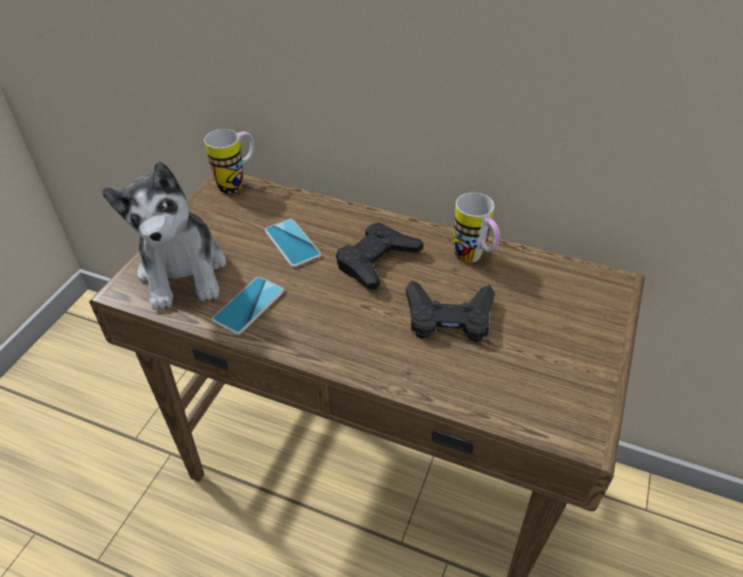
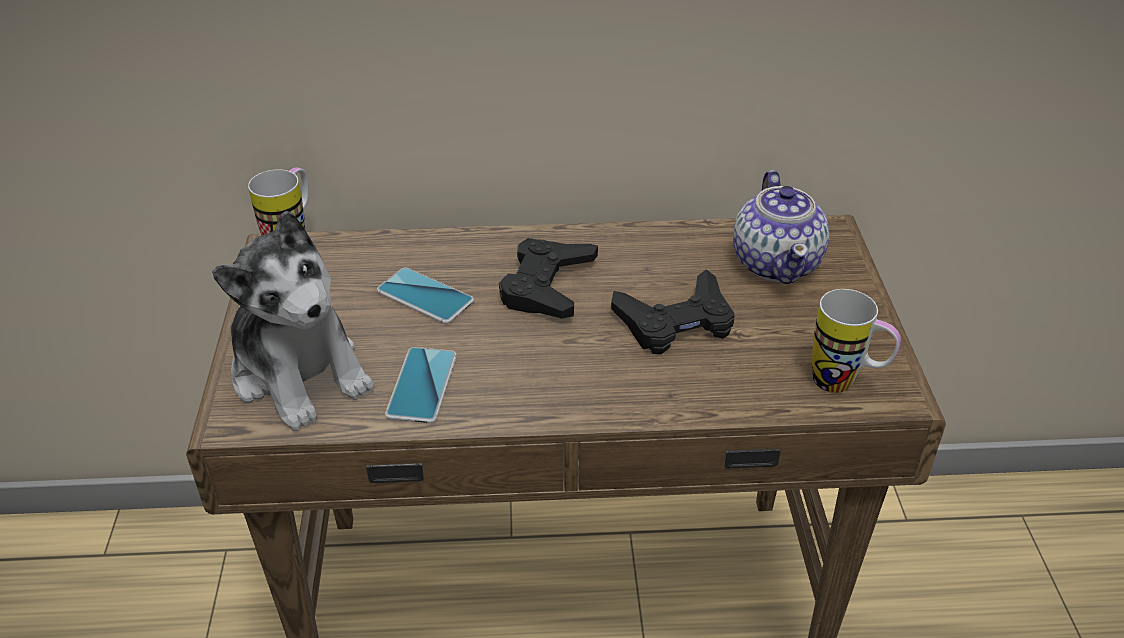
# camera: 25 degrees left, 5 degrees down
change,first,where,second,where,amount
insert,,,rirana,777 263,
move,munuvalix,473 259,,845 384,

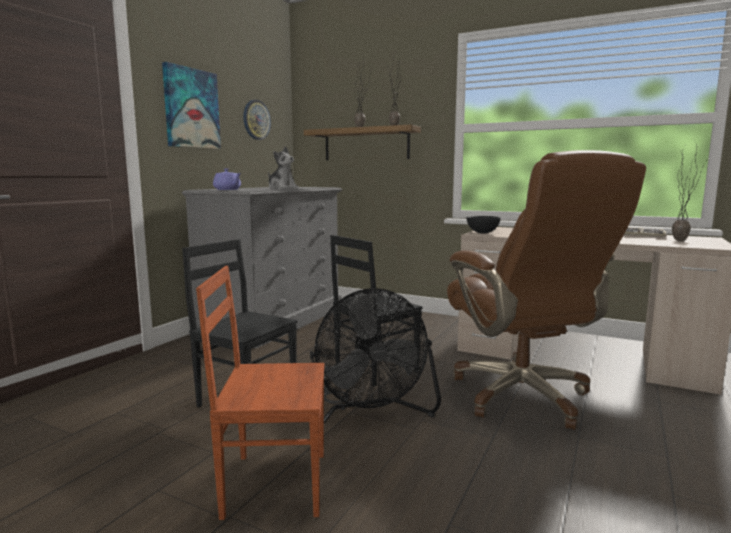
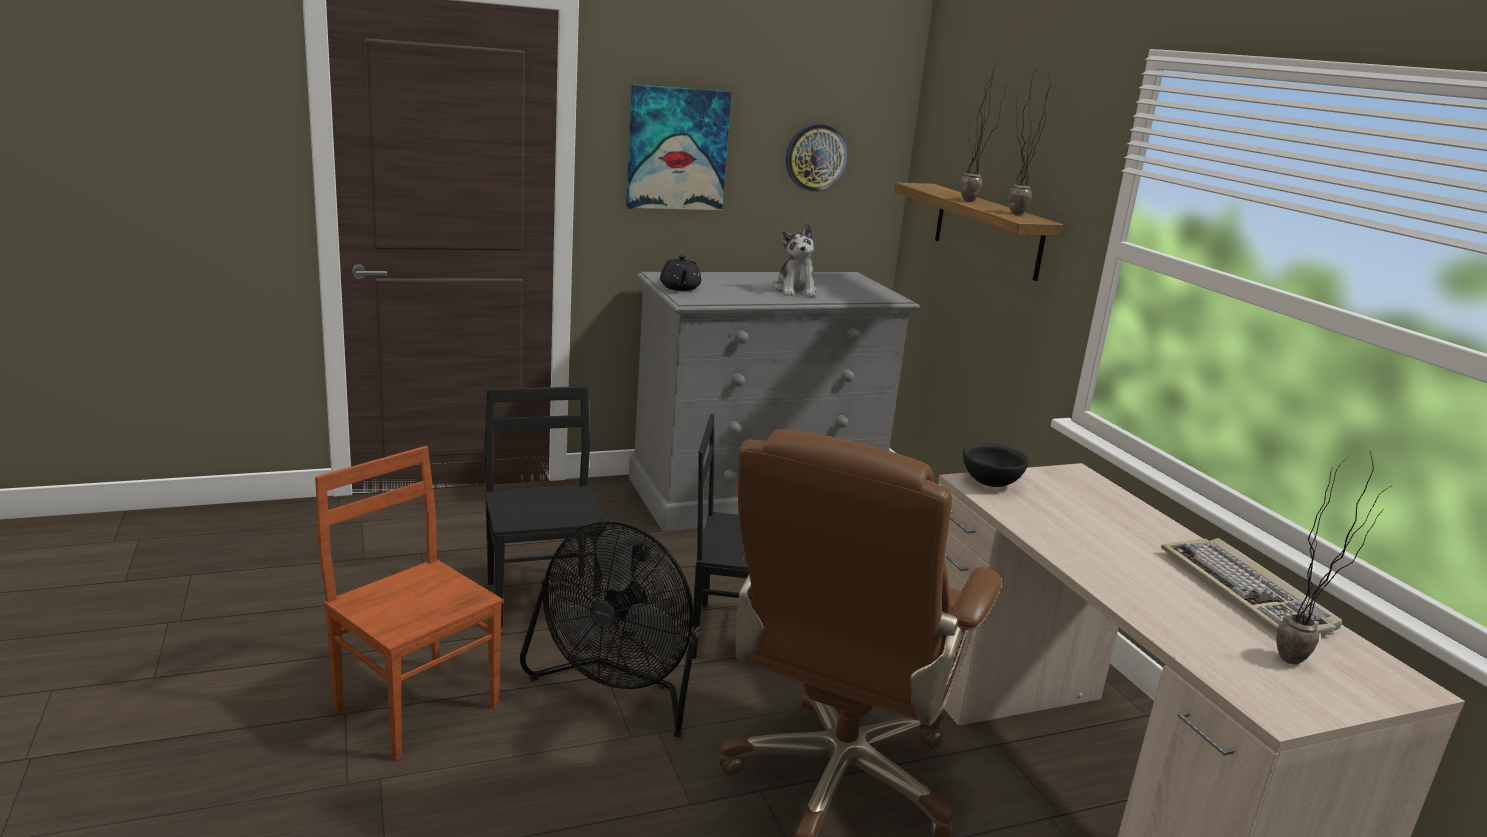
# camera: 40 degrees right, 10 degrees up
change,first,where,second,where,amount
recolor,purple rirana,227 190,black rirana,680 288,

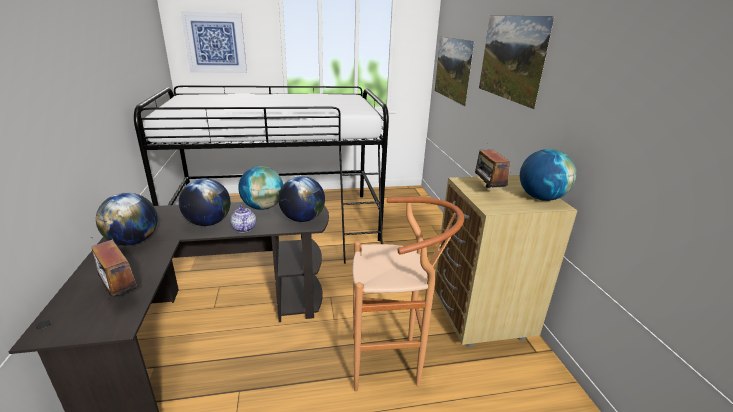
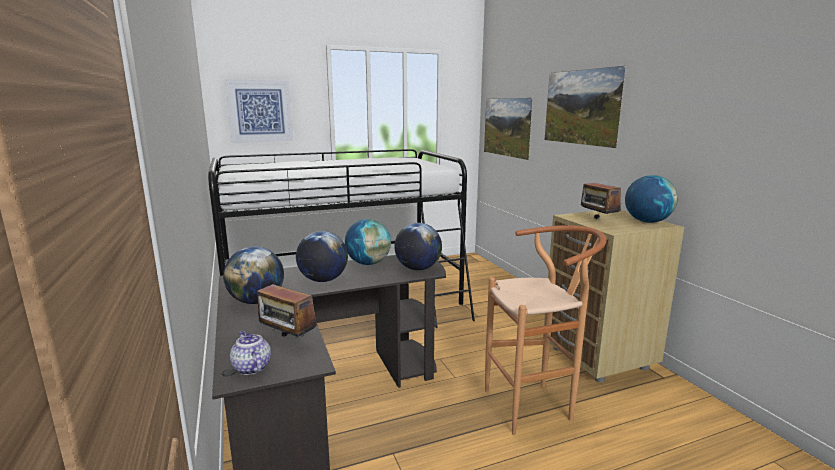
# camera: 10 degrees left, 10 degrees down
change,first,where,second,where,amount
move,rirana,244 228,,251 367,

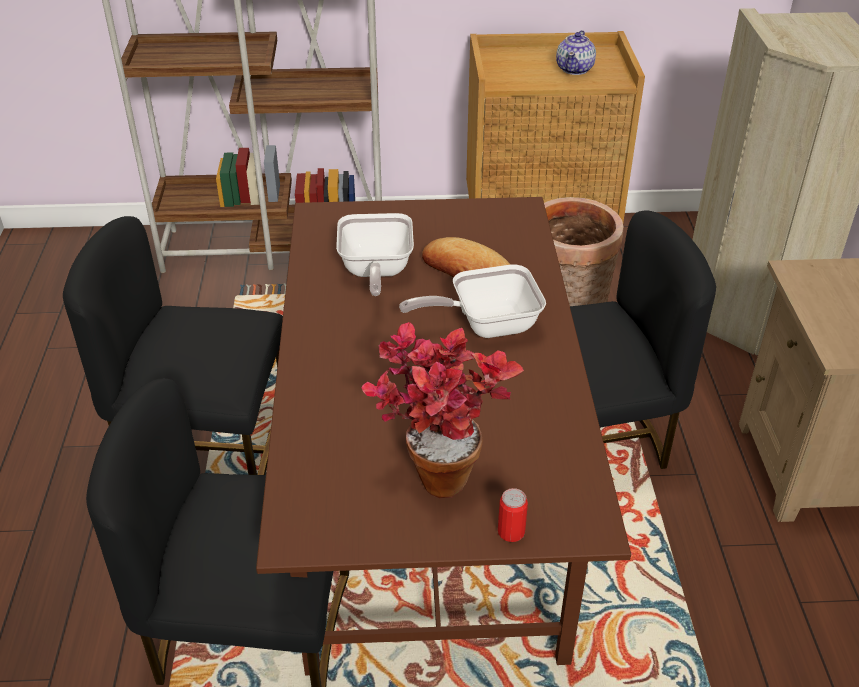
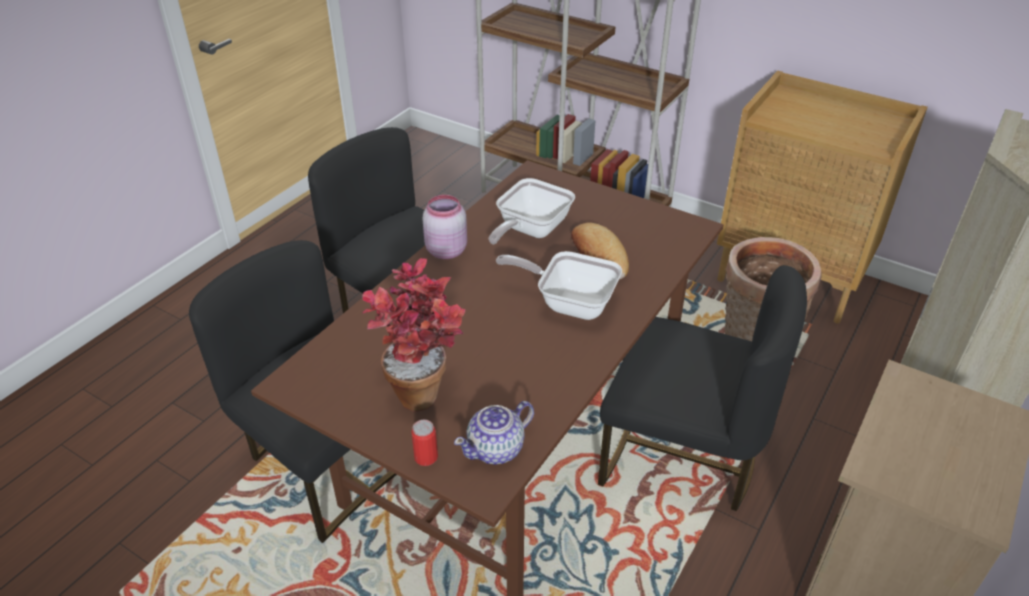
# camera: 35 degrees right, 0 degrees up
change,first,where,second,where,amount
insert,,,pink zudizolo,445 250,
move,rirana,575 69,,496 449,

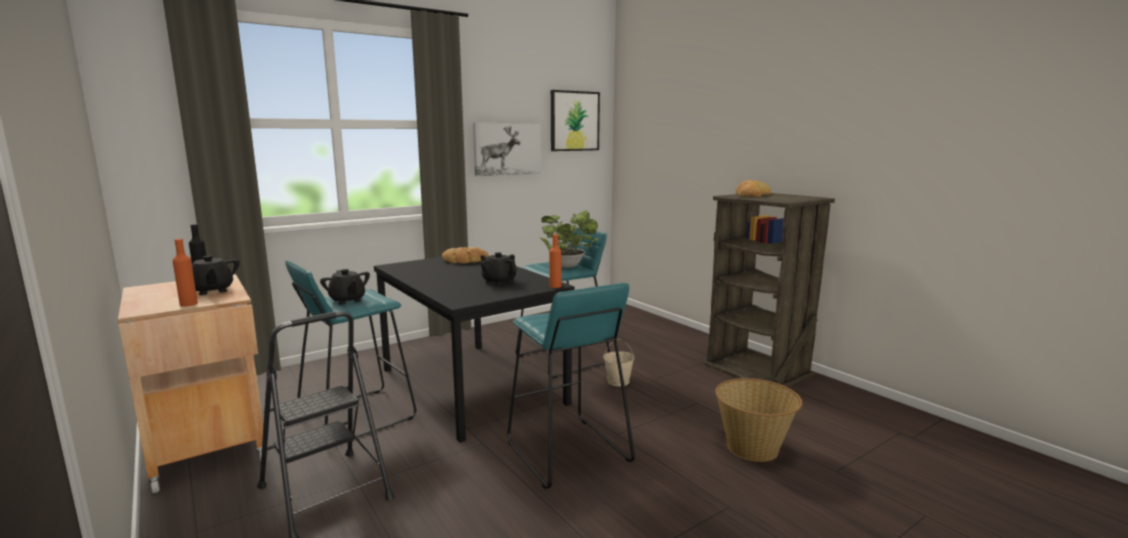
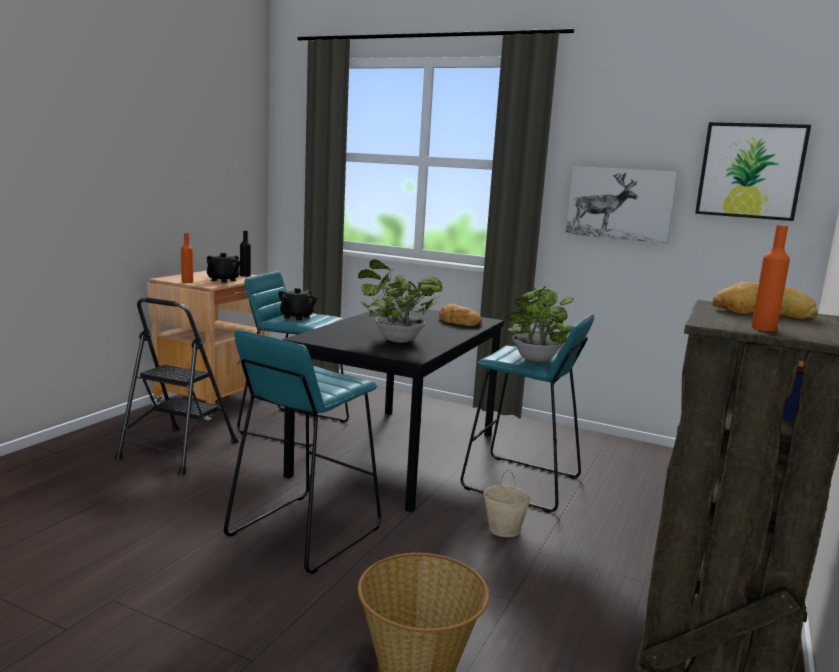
# camera: 60 degrees right, 0 degrees up
change,first,where,second,where,amount
move,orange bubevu,555 286,,763 328,
replace,black rirana,498 281,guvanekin,395 339,

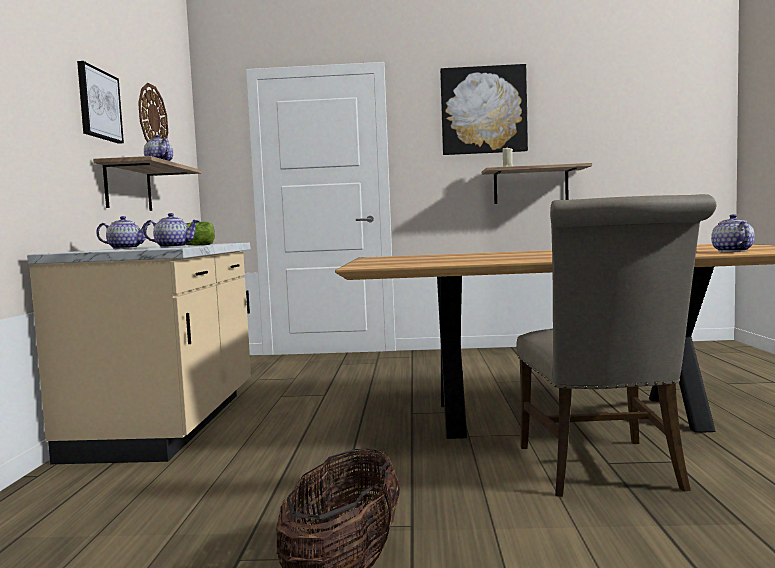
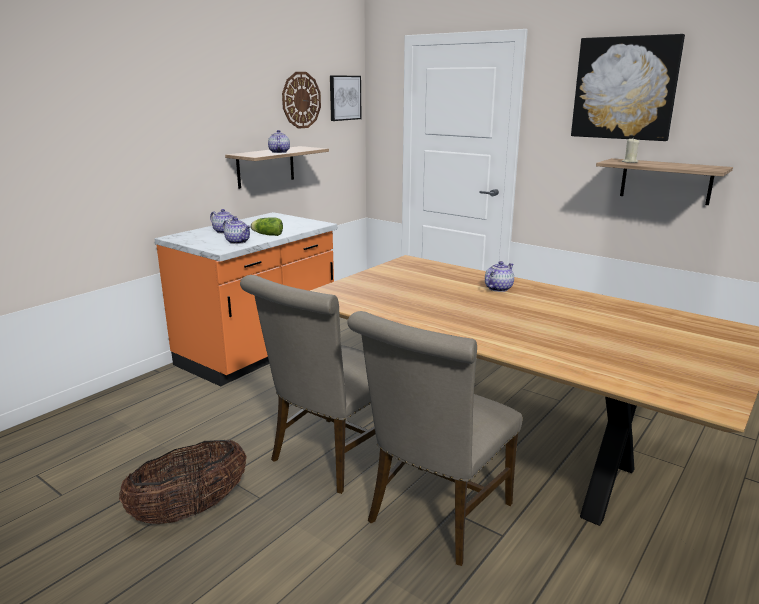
# camera: 35 degrees right, 15 degrees up
change,first,where,second,where,amount
insert,,,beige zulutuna,330 457,
move,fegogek,98 104,,344 98,
move,rirana,731 251,,498 288,
recolor,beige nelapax,170 424,orange nelapax,259 352,

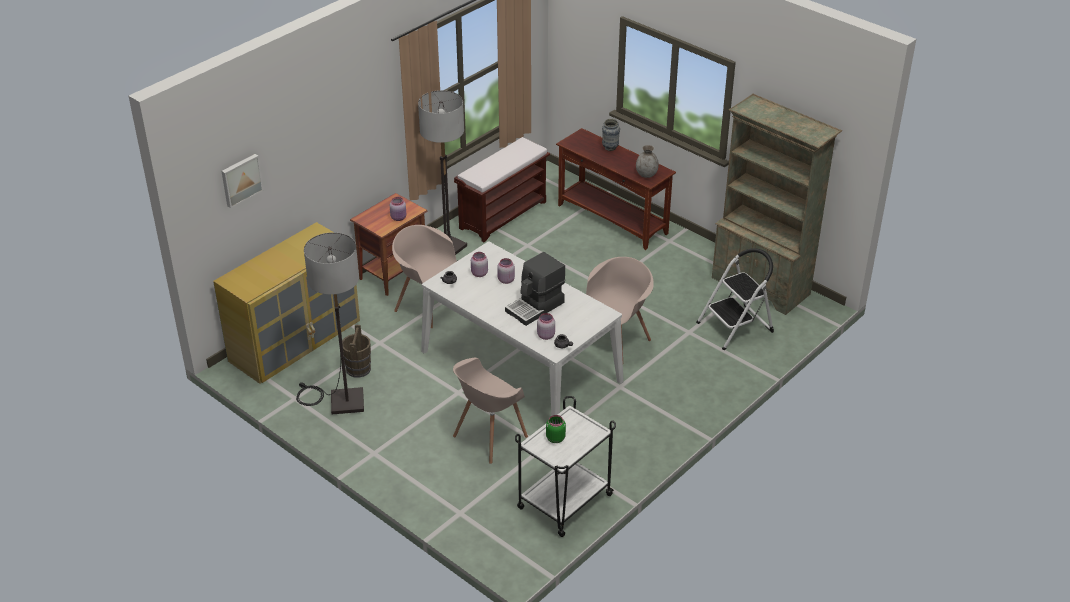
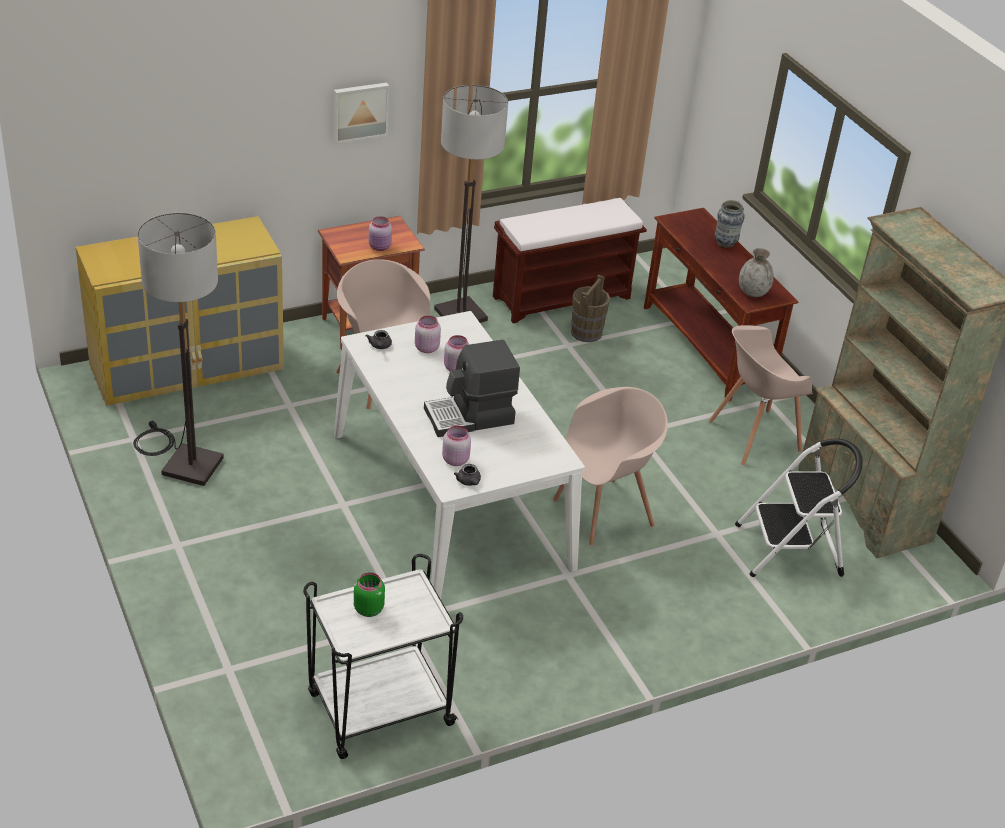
# camera: 20 degrees right, 0 degrees up
change,first,where,second,where,amount
move,fegogek,241 180,,360 111,
move,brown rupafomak,358 369,,586 332,
move,beige zulutuna,489 437,,753 437,

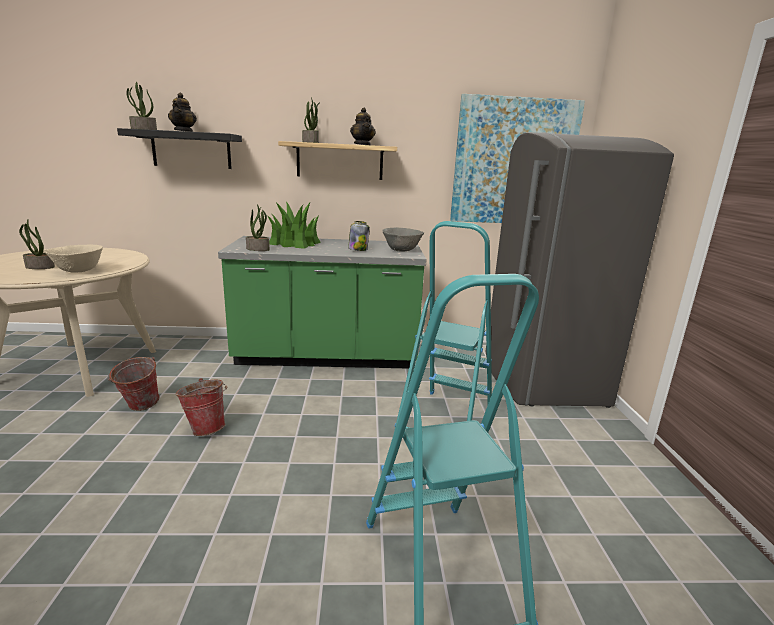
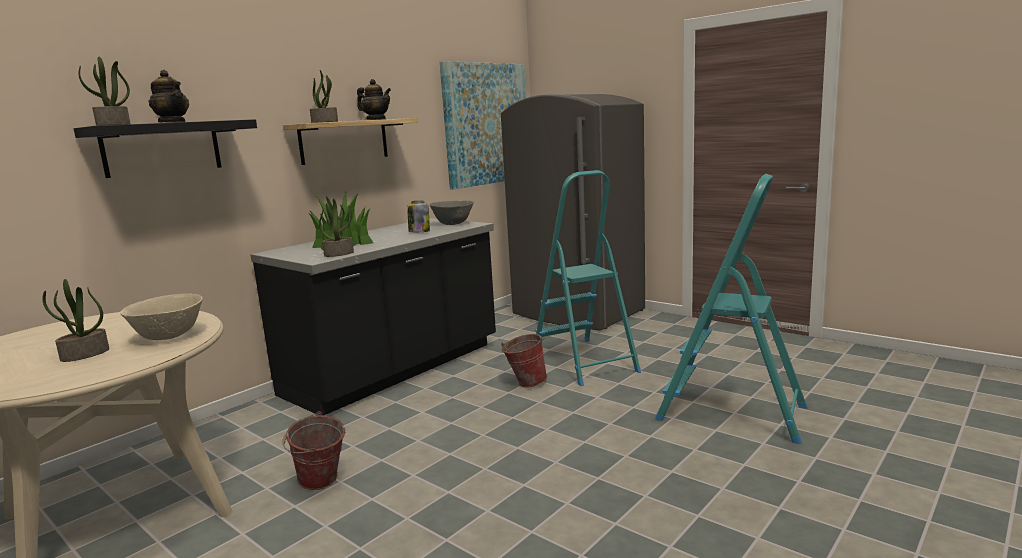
# camera: 45 degrees left, 5 degrees down
change,first,where,second,where,amount
move,rupafomak,206 427,,525 383,
recolor,green nelapax,327 356,black nelapax,395 370,

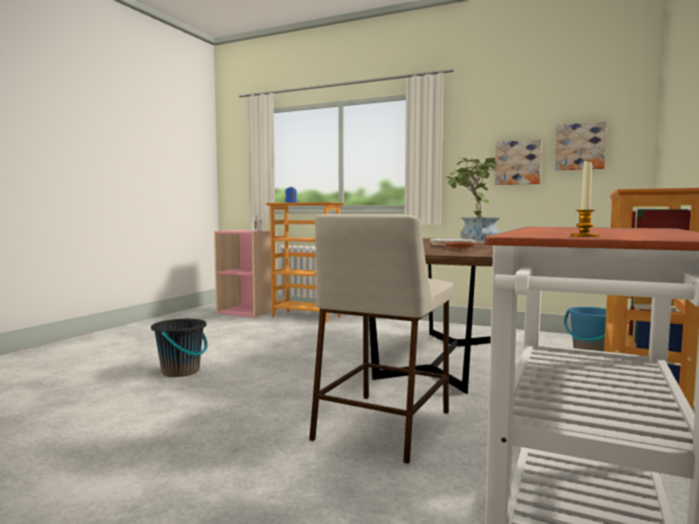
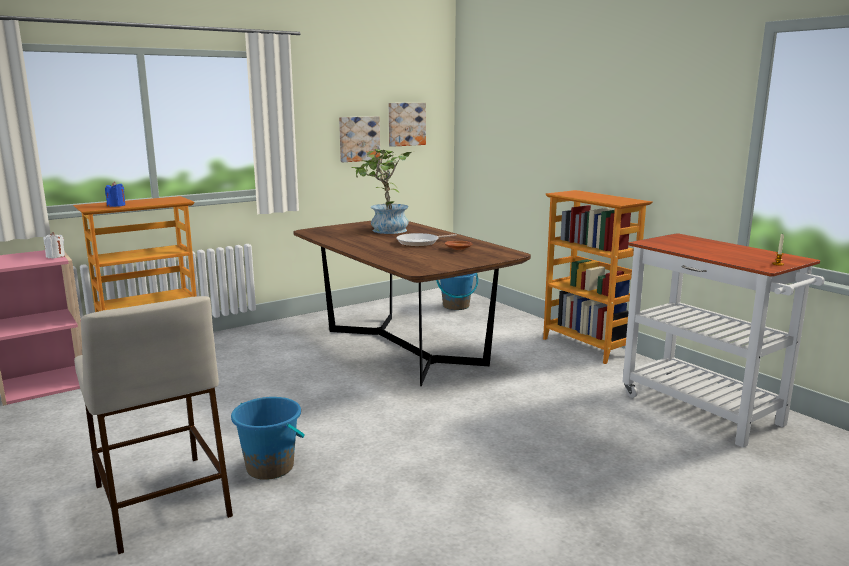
# camera: 60 degrees left, 10 degrees up
change,first,where,second,where,amount
move,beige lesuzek,383 424,,160 499,
recolor,black rupafomak,181 371,blue rupafomak,270 467,

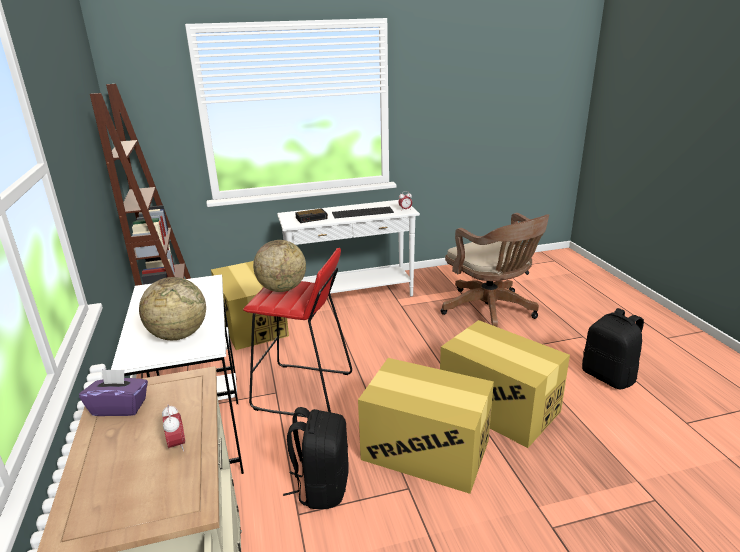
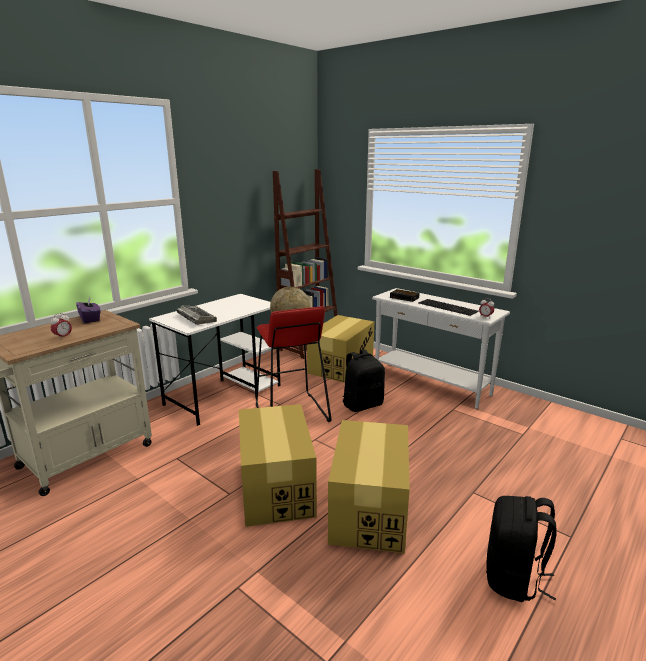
# camera: 55 degrees right, 5 degrees down
change,first,where,second,where,amount
delete,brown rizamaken,491 311,,,
move,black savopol,322 487,,362 405,
replace,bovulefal,178 335,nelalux,196 318,

